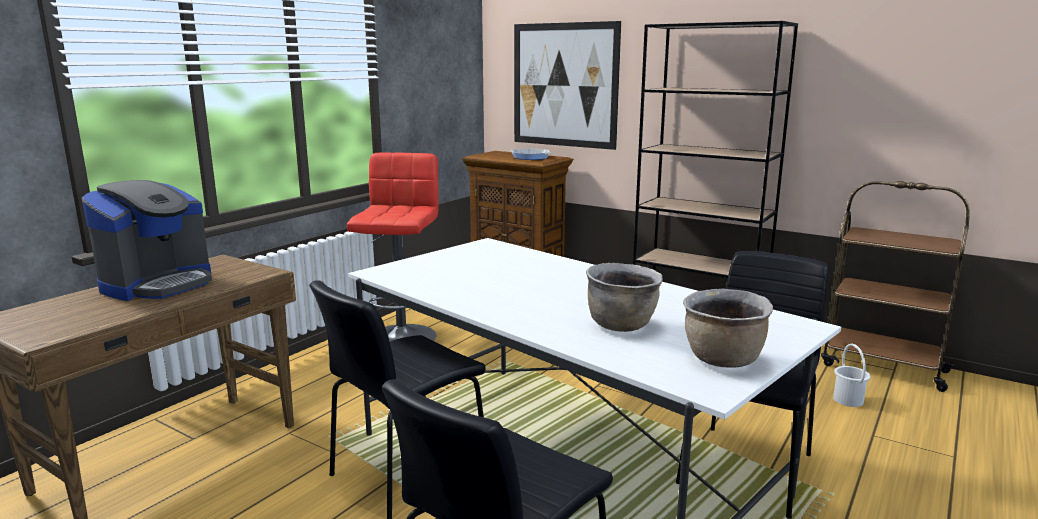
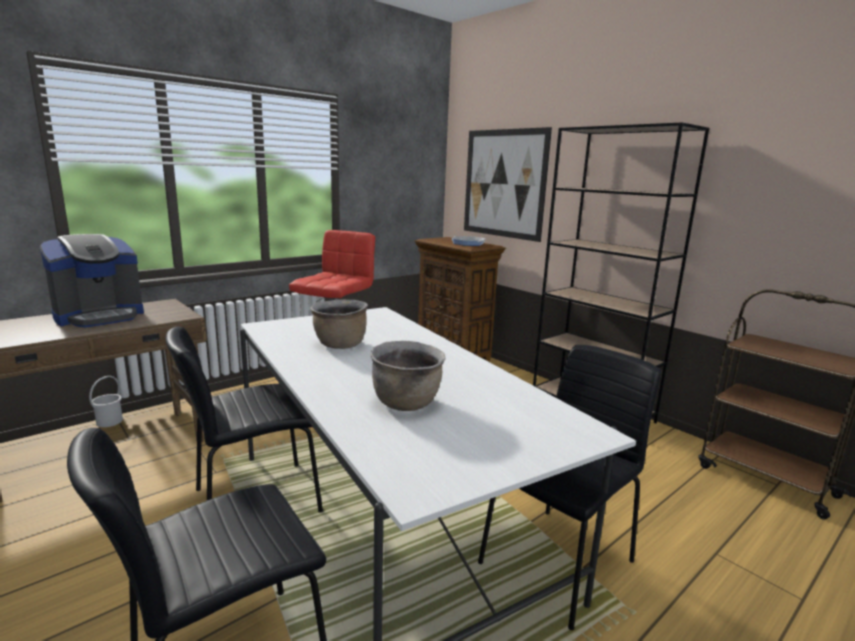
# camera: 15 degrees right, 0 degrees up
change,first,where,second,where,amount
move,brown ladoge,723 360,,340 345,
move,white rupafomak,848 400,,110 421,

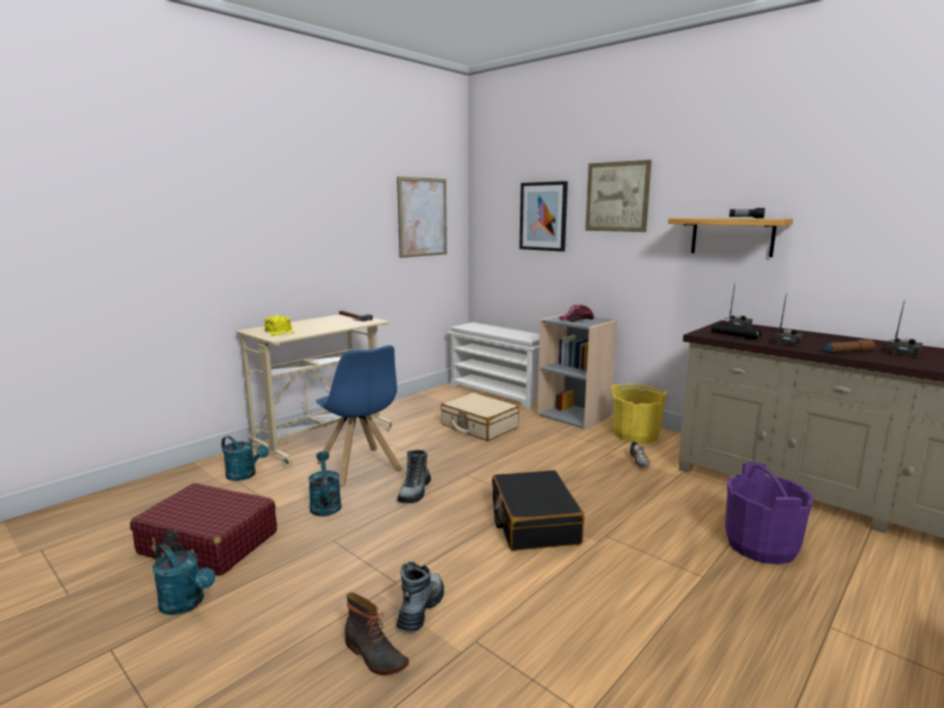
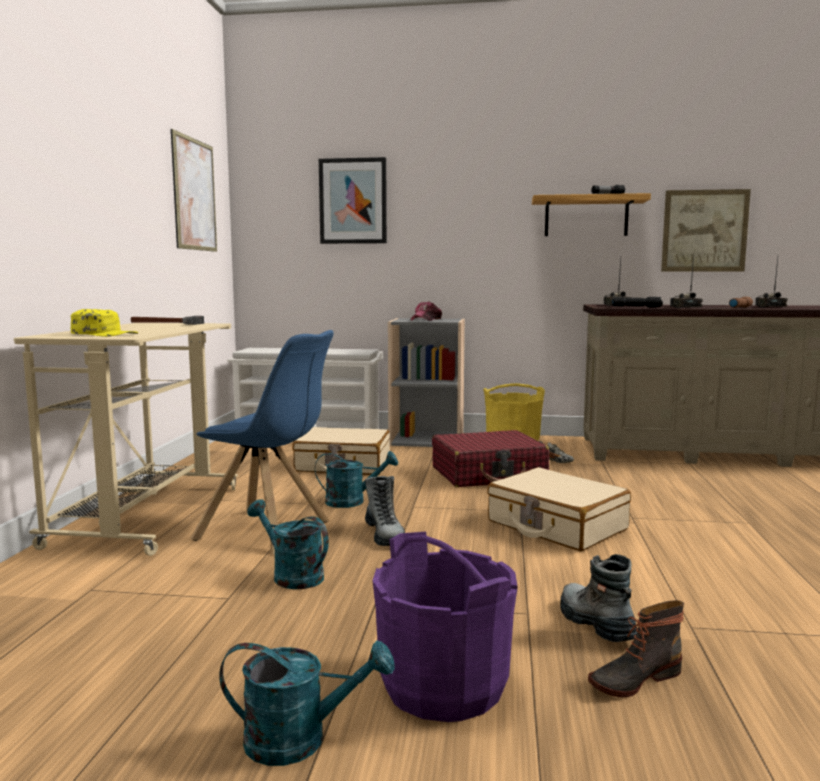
# camera: 35 degrees left, 5 degrees down
change,first,where,second,where,amount
move,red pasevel,209 543,,489 474,
move,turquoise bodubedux,245 475,,352 501,
move,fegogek,617 197,,704 231,
move,purple rupafomak,760 545,,443 685,
recolor,black pasevel,533 522,beige pasevel,556 525,
rotate,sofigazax,374 656,,633 679,150 degrees clockwise

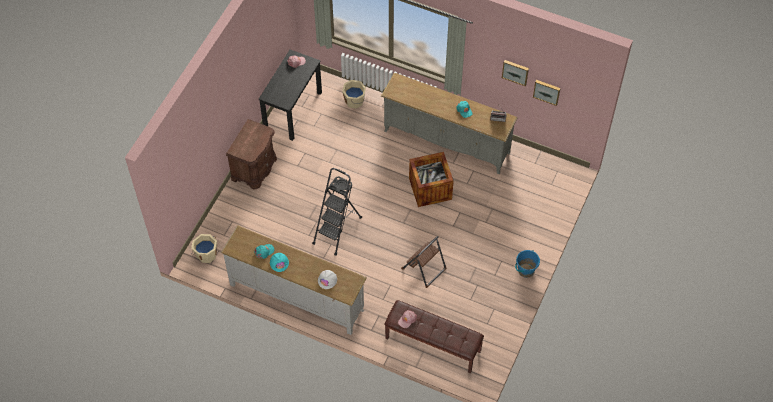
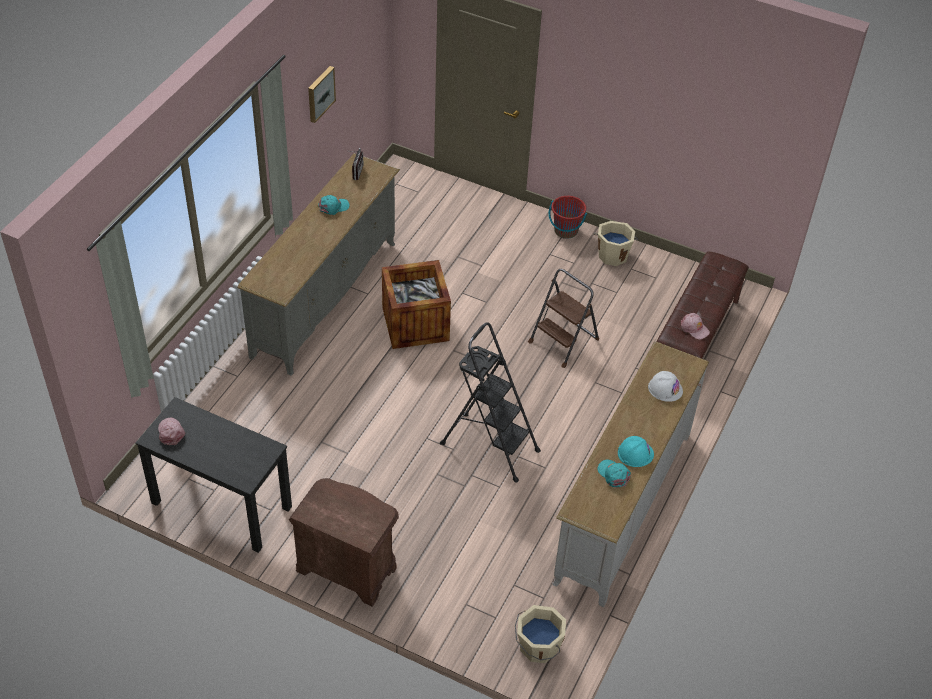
# camera: 90 degrees left, 10 degrees down
change,first,where,second,where,amount
delete,fegogek,547 91,,,
move,beige rupafomak,354 101,,613 255,
recolor,blue rupafomak,525 270,red rupafomak,566 231,

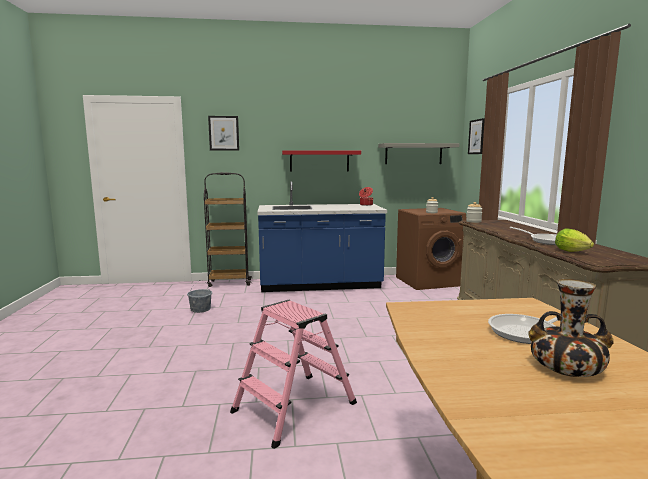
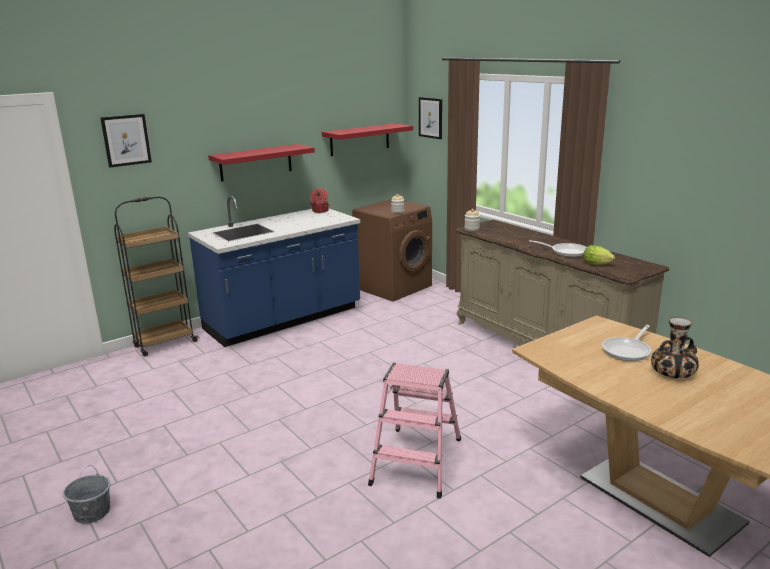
# camera: 30 degrees left, 10 degrees up
change,first,where,second,where,amount
move,grey rupafomak,200 309,,92 512,
recolor,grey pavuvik,413 154,red pavuvik,360 139,

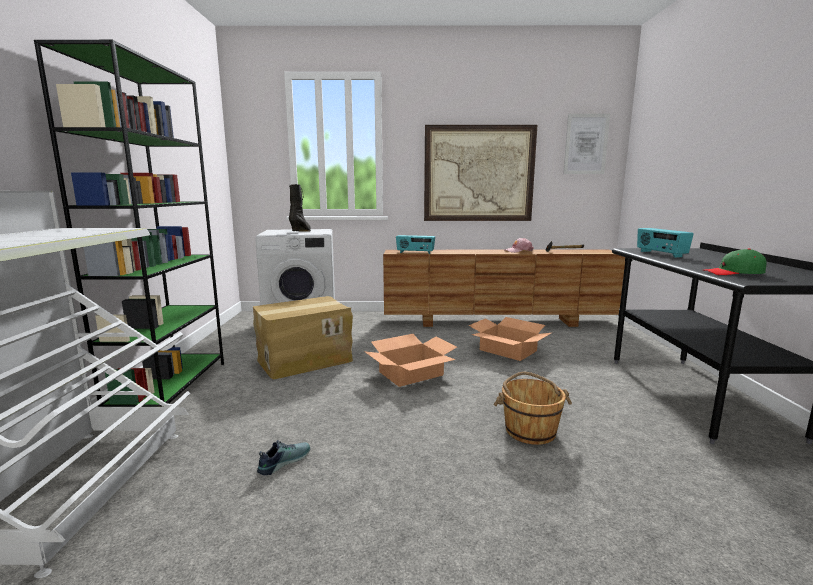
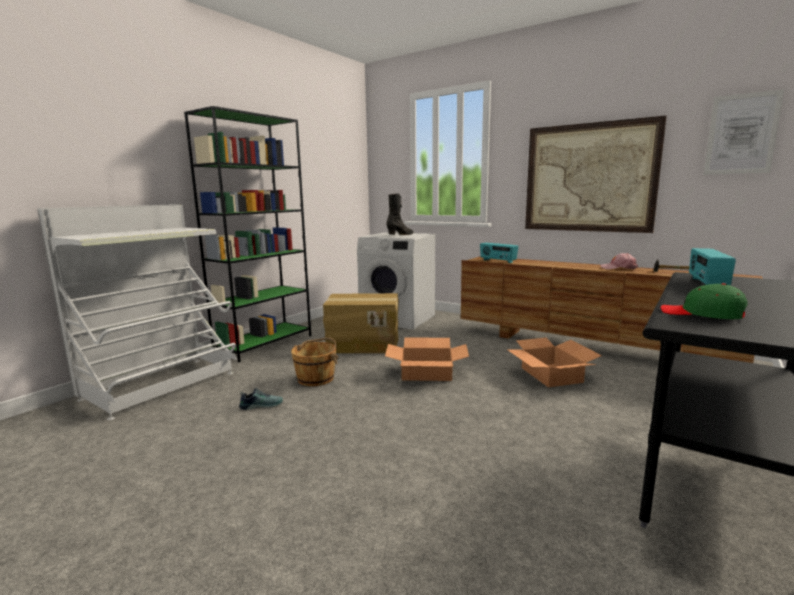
# camera: 35 degrees right, 0 degrees up
change,first,where,second,where,amount
move,brown rupafomak,530 430,,316 378,

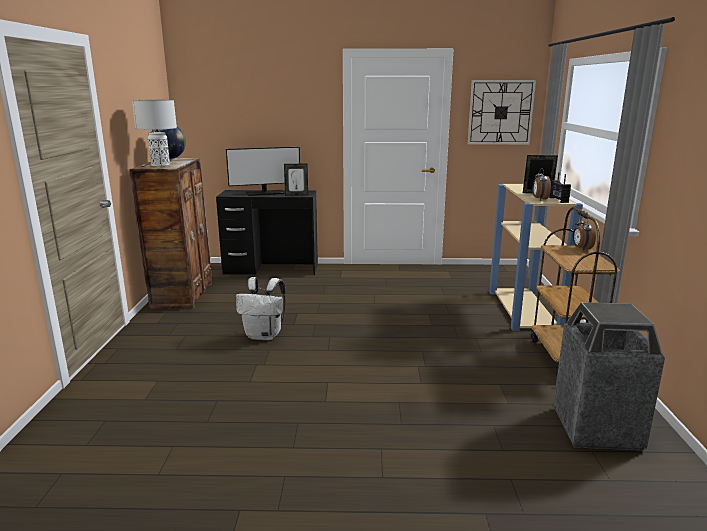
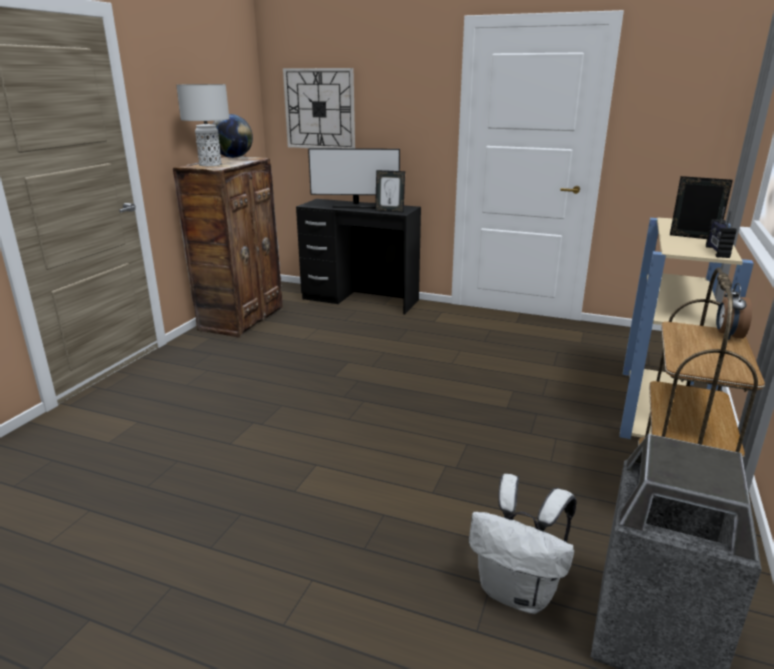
# camera: 20 degrees right, 5 degrees up
change,first,where,second,where,amount
delete,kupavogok,539 199,,,
move,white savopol,264 335,,518 592,
move,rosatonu,500 112,,319 109,

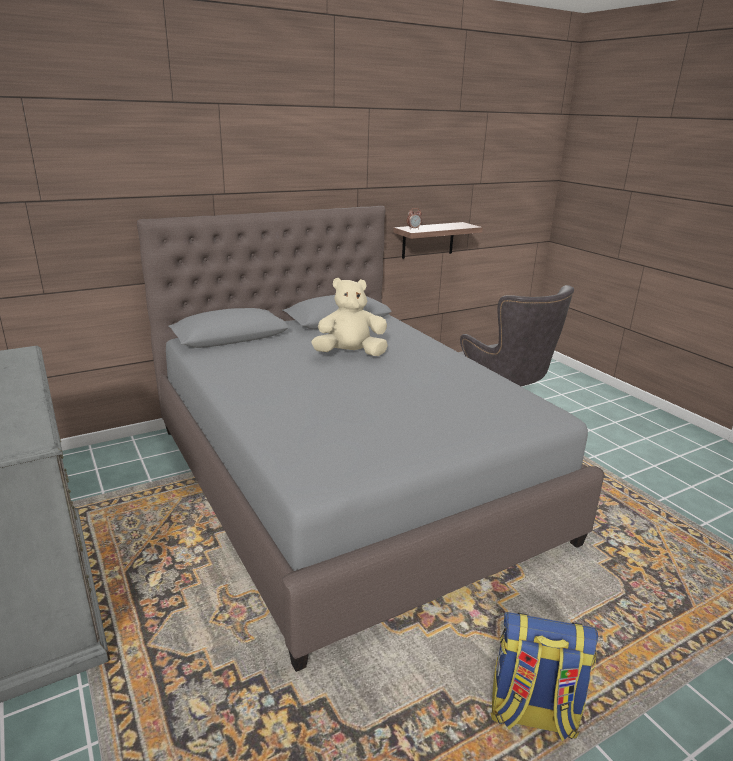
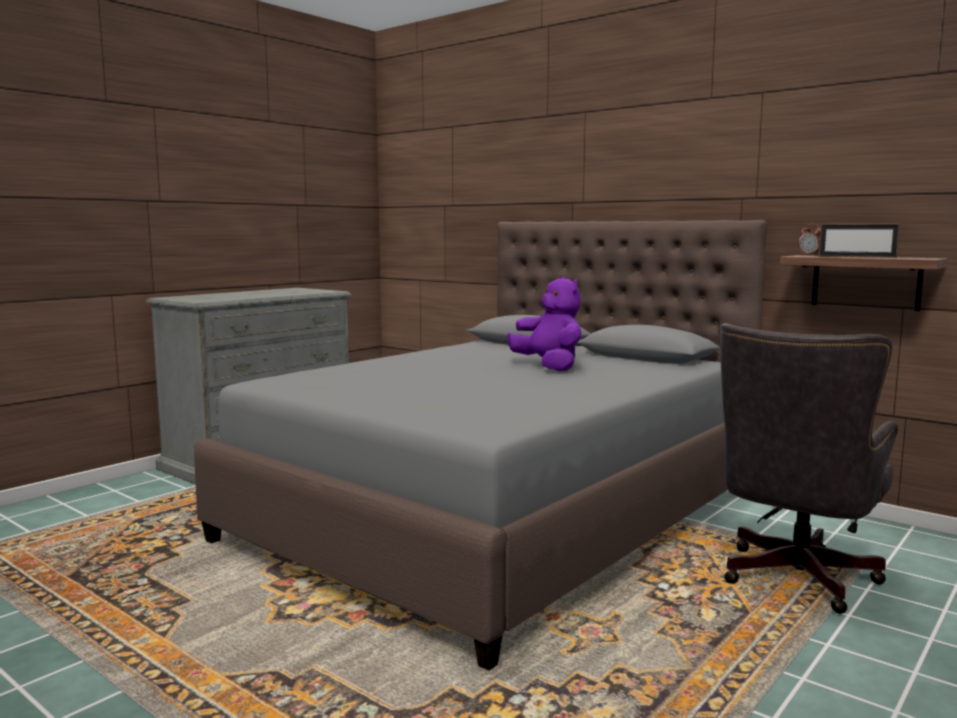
# camera: 70 degrees right, 15 degrees down
change,first,where,second,where,amount
delete,savopol,532 714,,,
insert,,,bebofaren,856 257,
recolor,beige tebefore,350 354,purple tebefore,549 367,

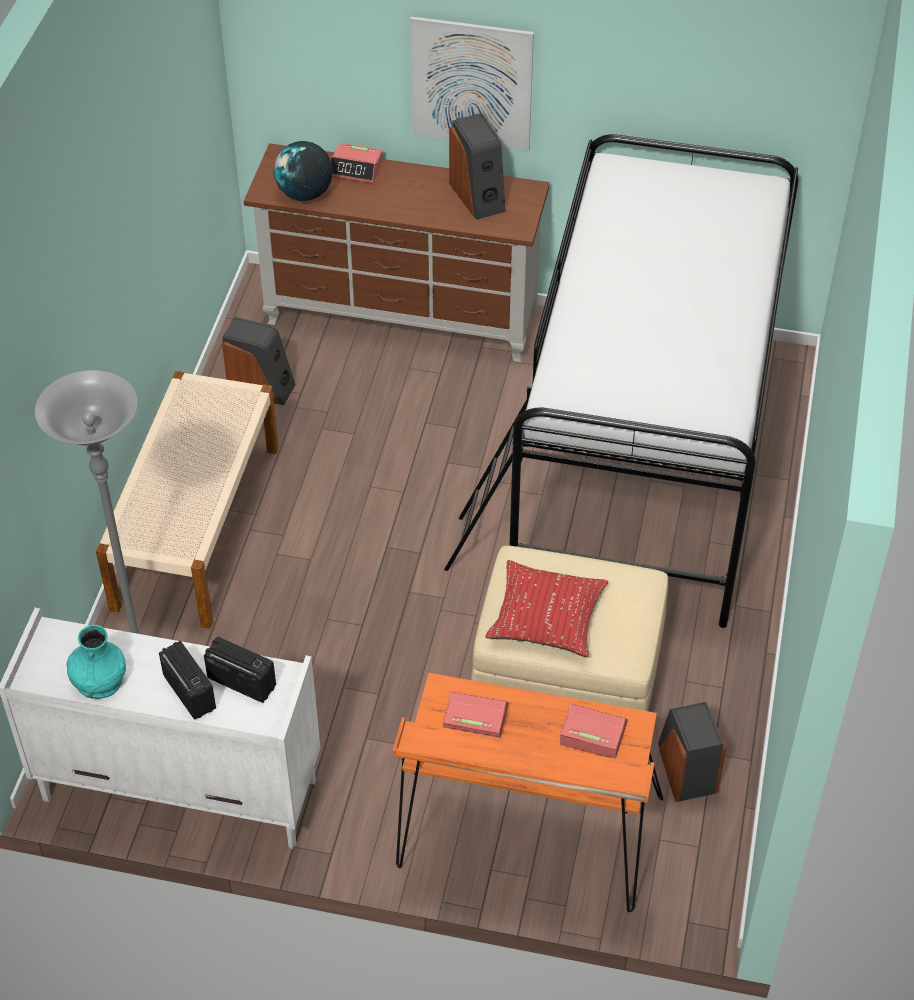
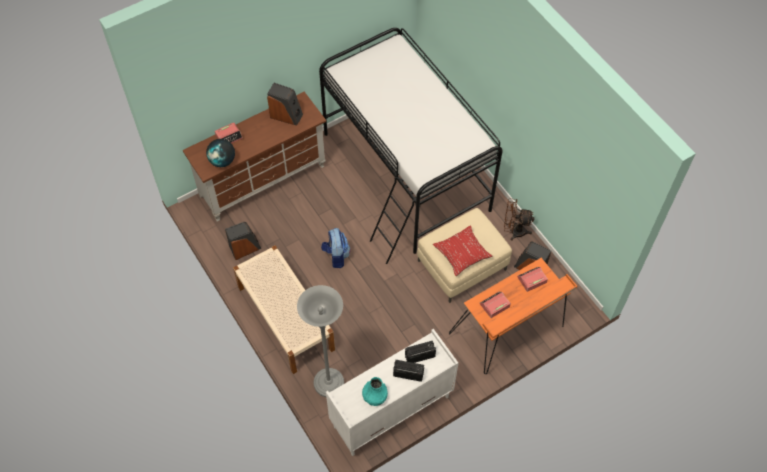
# camera: 45 degrees left, 10 degrees up
change,first,where,second,where,amount
delete,fegogek,471 84,,,
insert,,,savopol,336 256,
insert,,,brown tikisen,514 231,

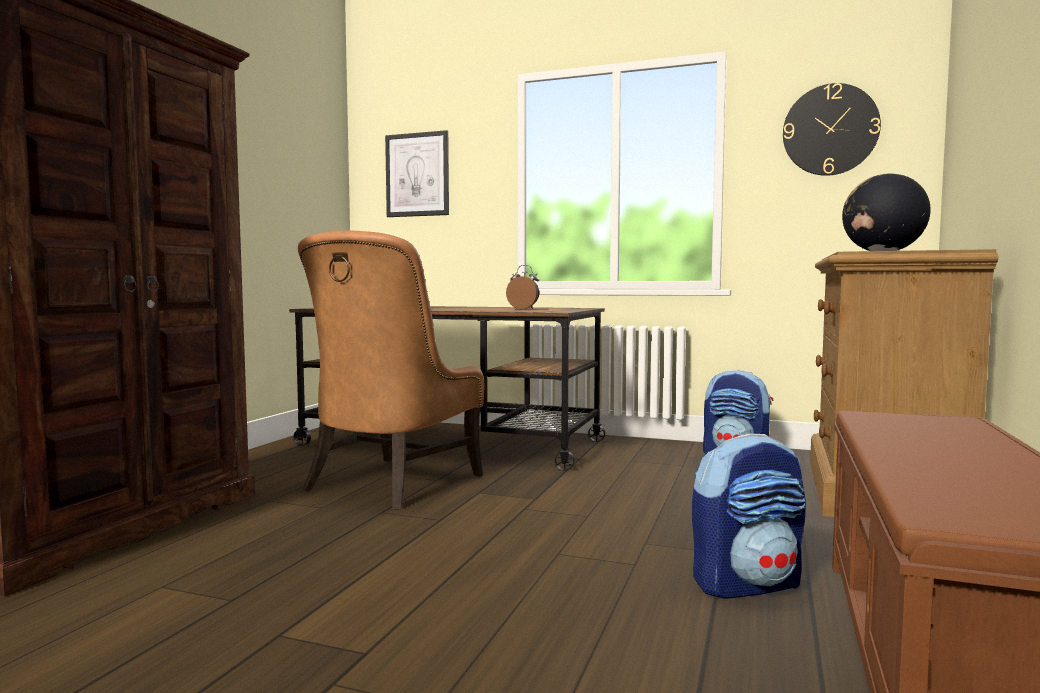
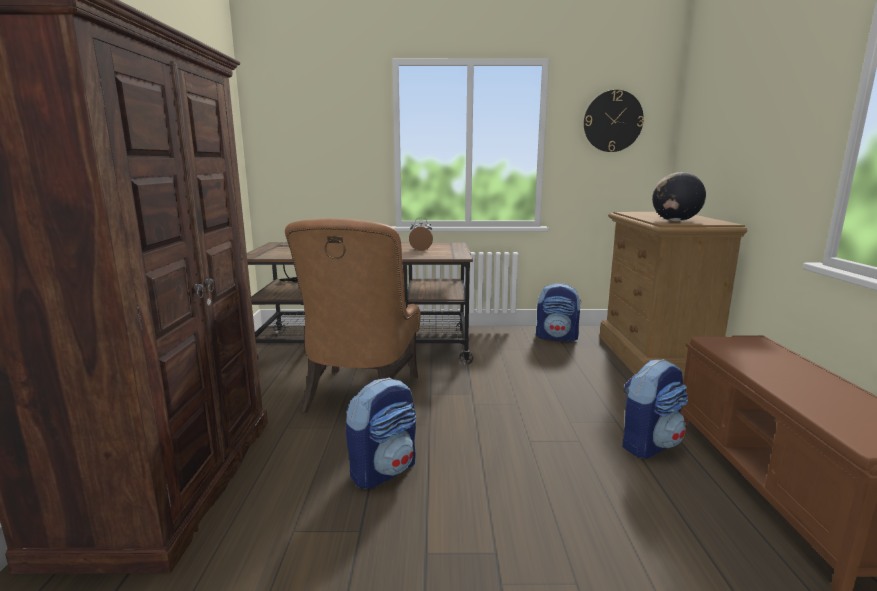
# camera: 20 degrees left, 10 degrees up
change,first,where,second,where,amount
delete,fegogek,417 175,,,
insert,,,savopol,384 470,

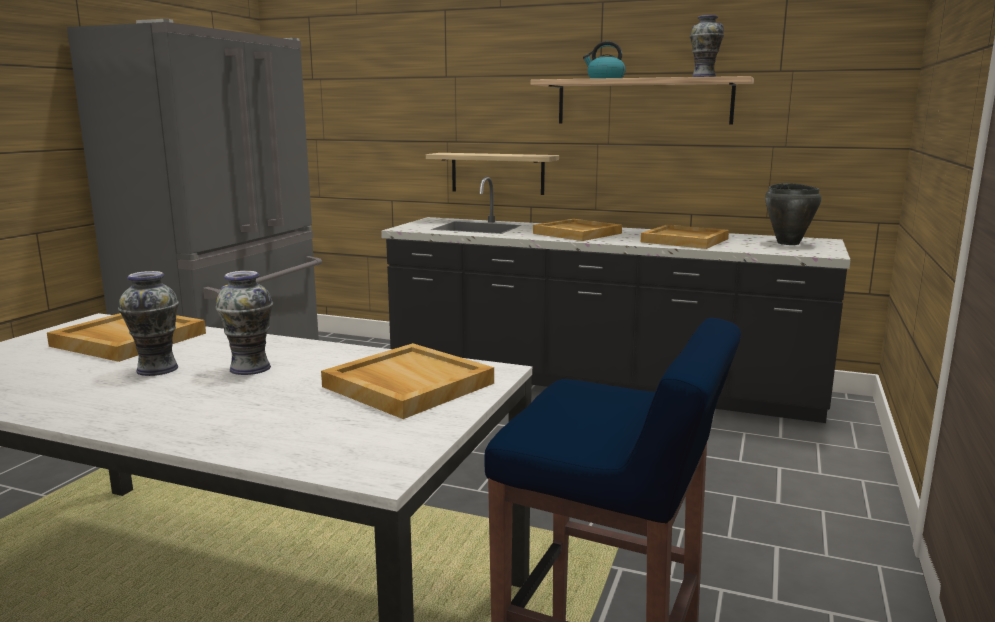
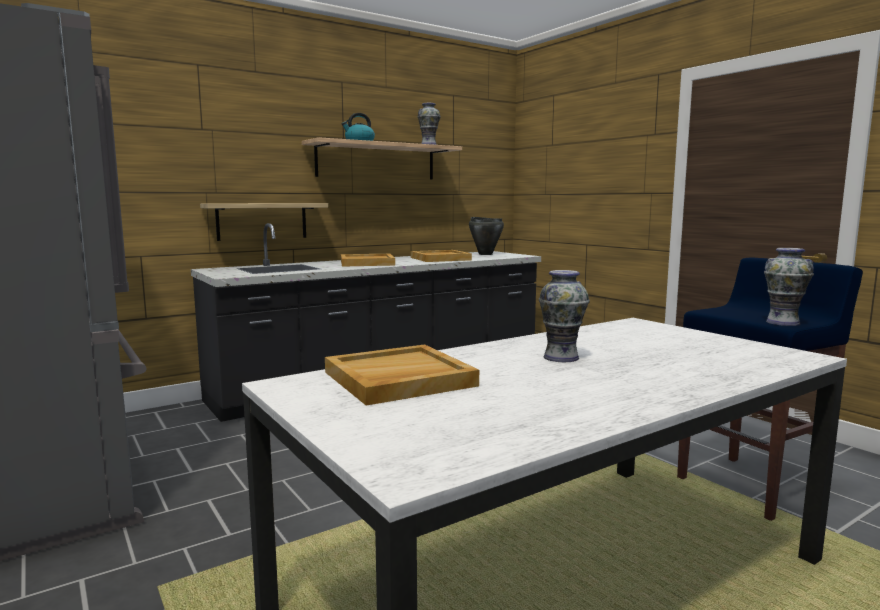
# camera: 55 degrees left, 5 degrees down
change,first,where,second,where,amount
delete,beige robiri,406 385,,,
move,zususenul,158 369,,783 322,

